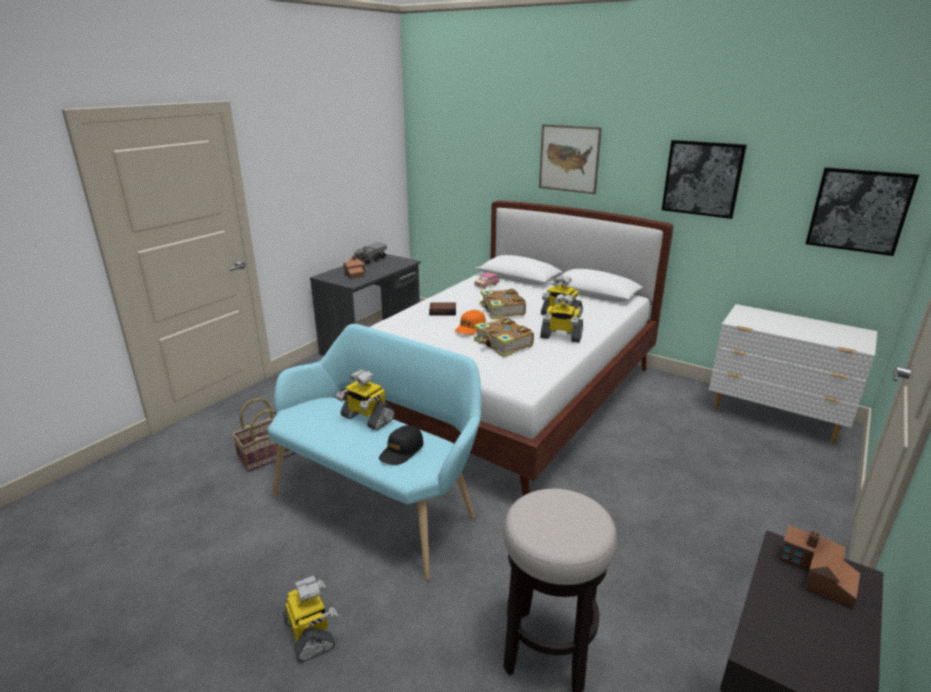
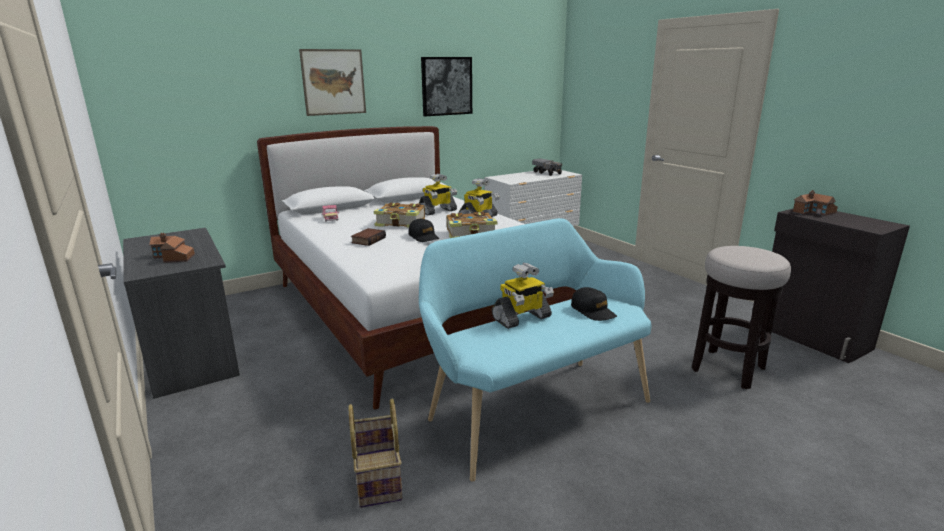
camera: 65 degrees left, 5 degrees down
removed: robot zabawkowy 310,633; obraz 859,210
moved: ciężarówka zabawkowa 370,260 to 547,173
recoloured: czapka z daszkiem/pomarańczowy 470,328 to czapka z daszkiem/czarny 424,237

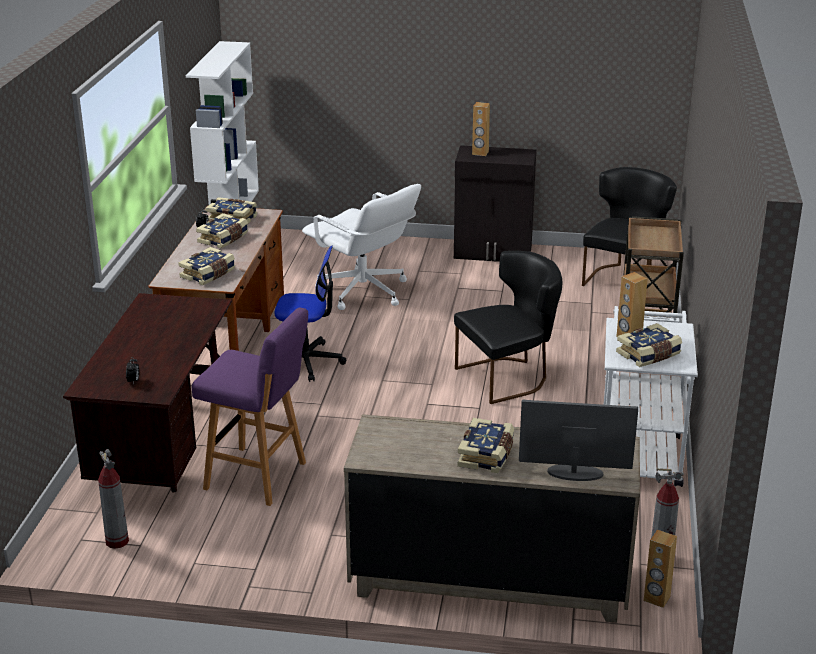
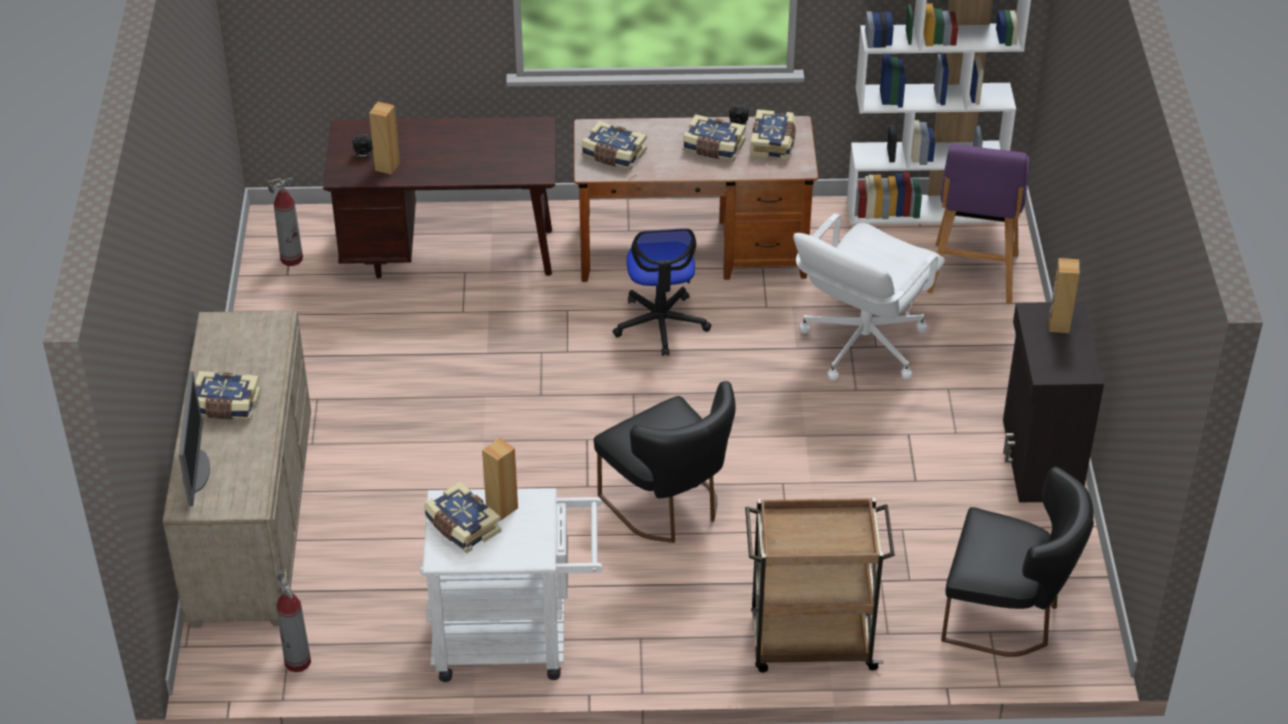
camera: 80 degrees right, 15 degrees up
moved: stołek/fioletowy 258,477 to 972,276; głośnik/brązowy 656,599 to 387,166

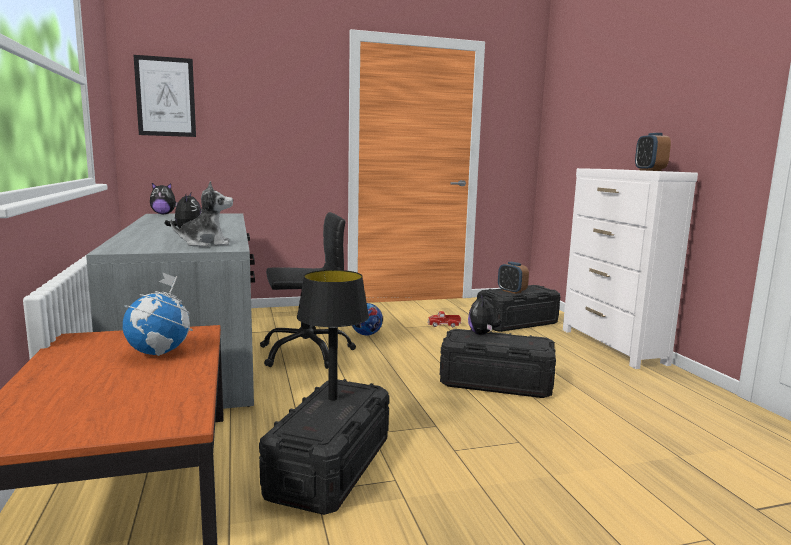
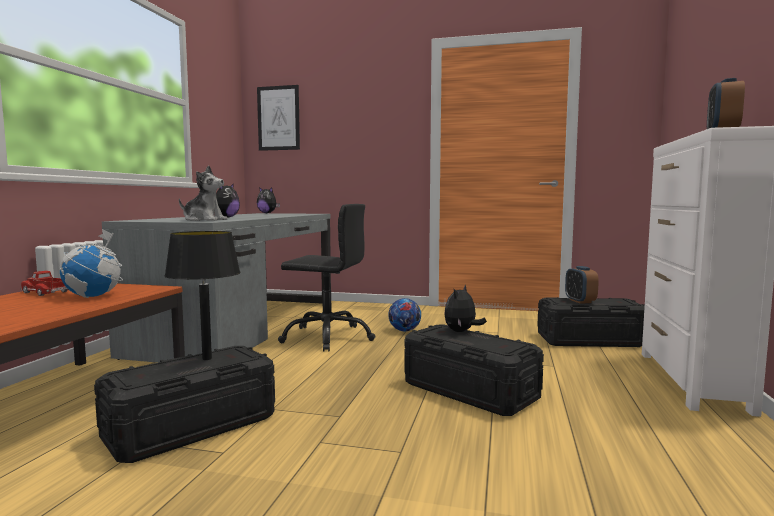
camera: 30 degrees right, 5 degrees down
moved: ciężarówka zabawkowa 444,325 to 45,293

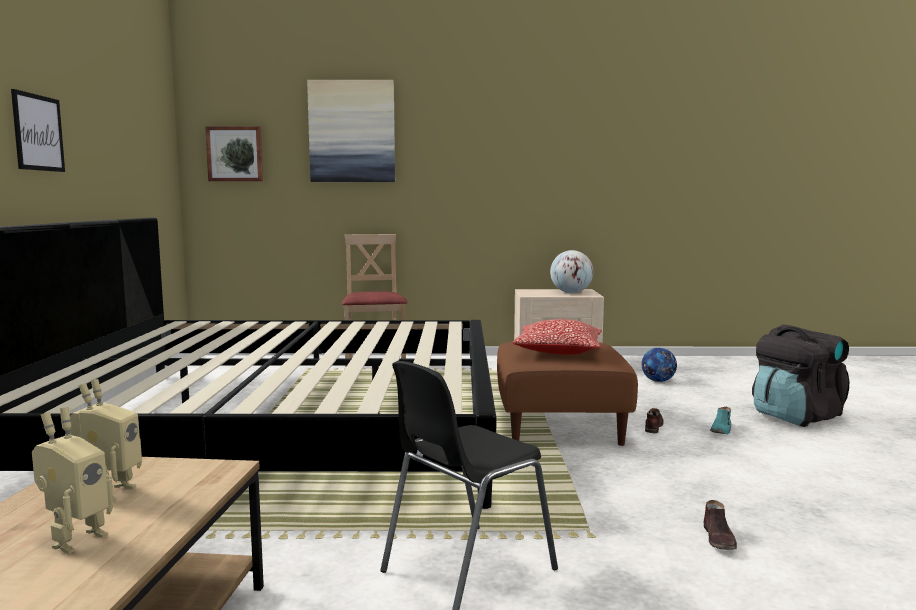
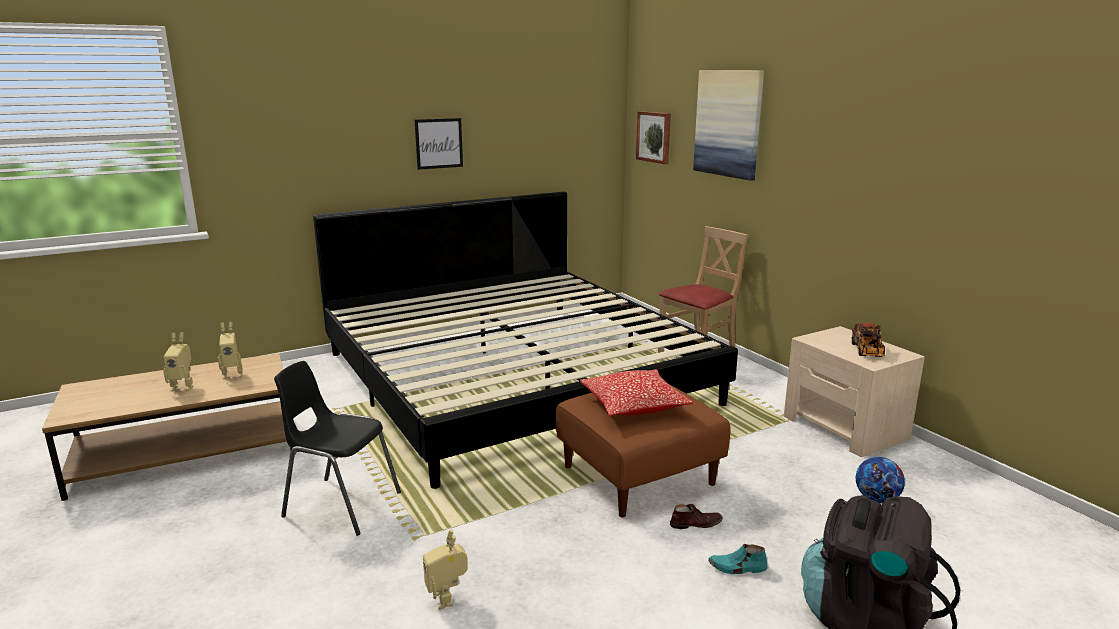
camera: 60 degrees right, 10 degrees up
replaced: globus 571,293 to ciężarówka zabawkowa 867,352; but/brązowy 719,539 to robot zabawkowy 447,598

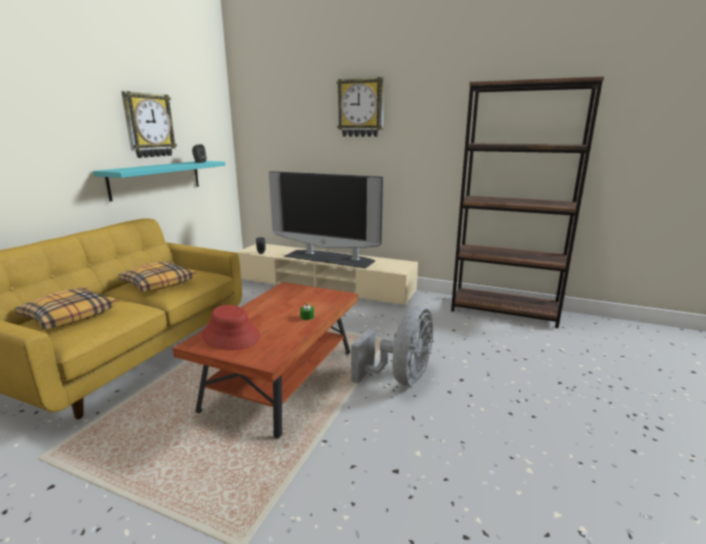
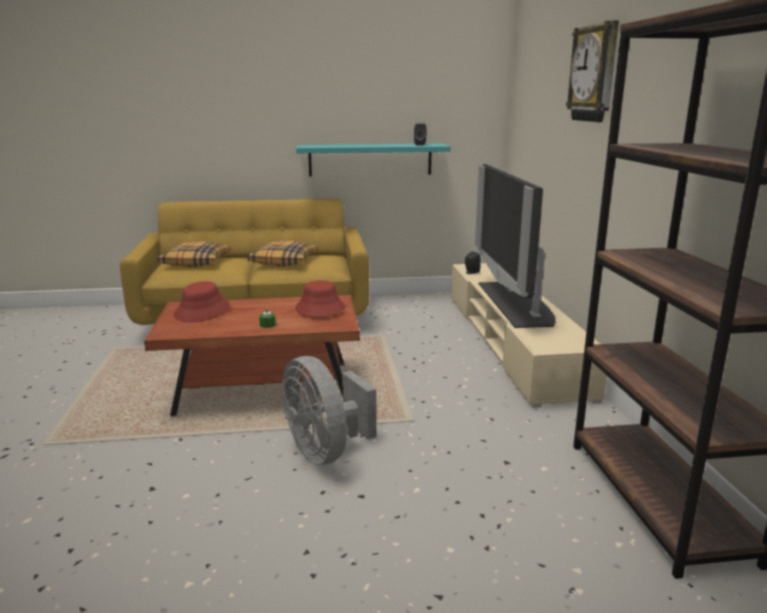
camera: 60 degrees right, 0 degrees up
removed: zegar ścienny 149,125
added: kapelusz/czerwony 320,309
turned: wentylator/szary 401,378 = 325,451 60 degrees clockwise

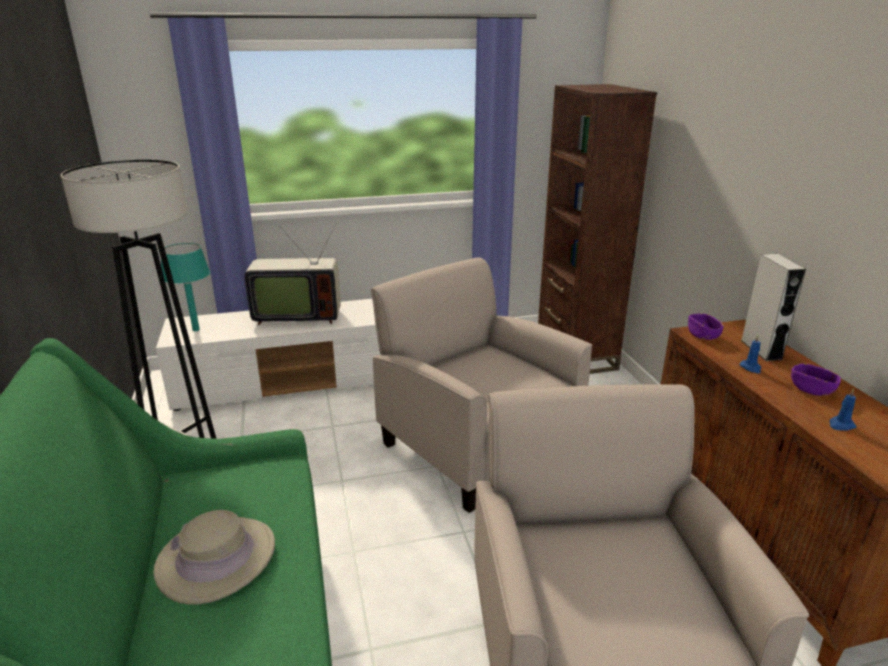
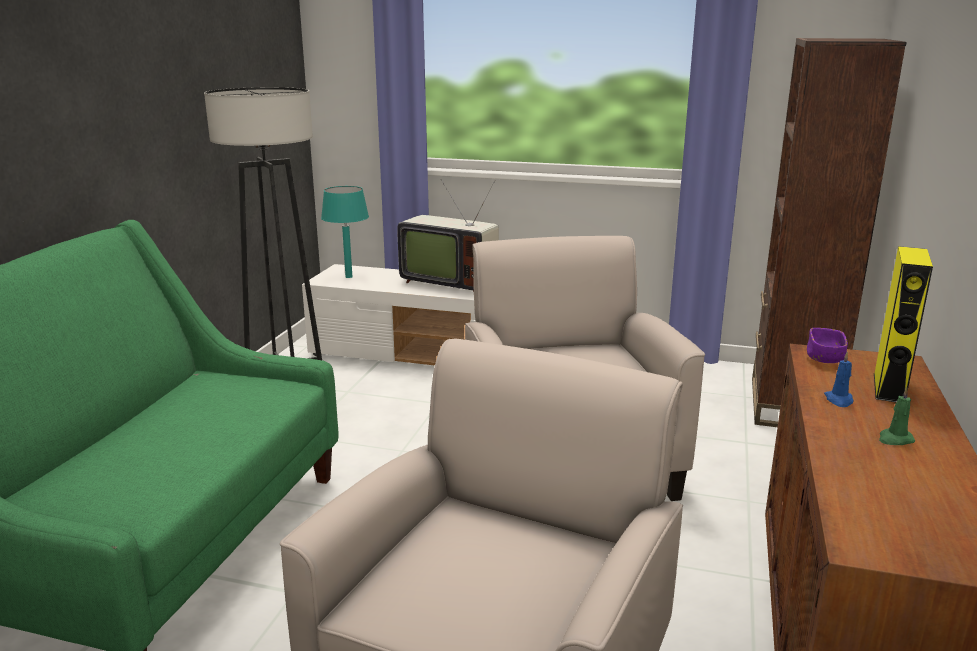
camera: 30 degrees right, 5 degrees down
removed: kapelusz/beżowy 217,559; świeca/niebieski 841,425
replaced: miska/fioletowy 811,389 to świeca/zielony 895,439
recoloured: głośnik/szary 761,349 to głośnik/żółty 889,388

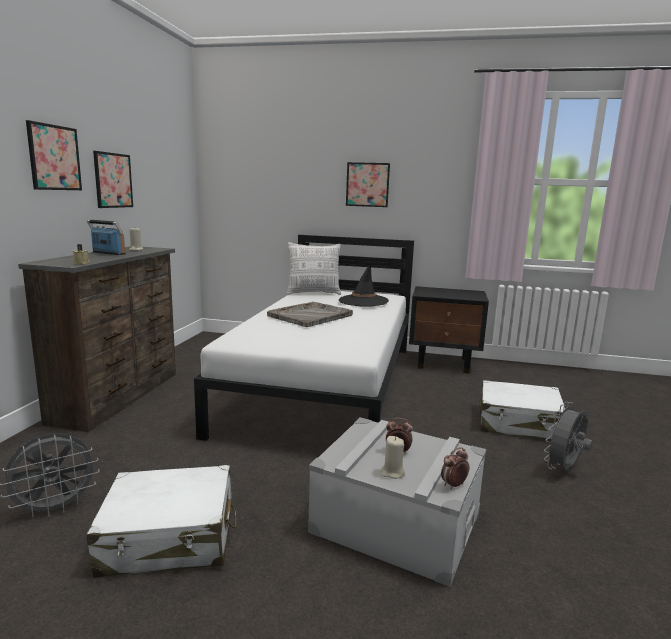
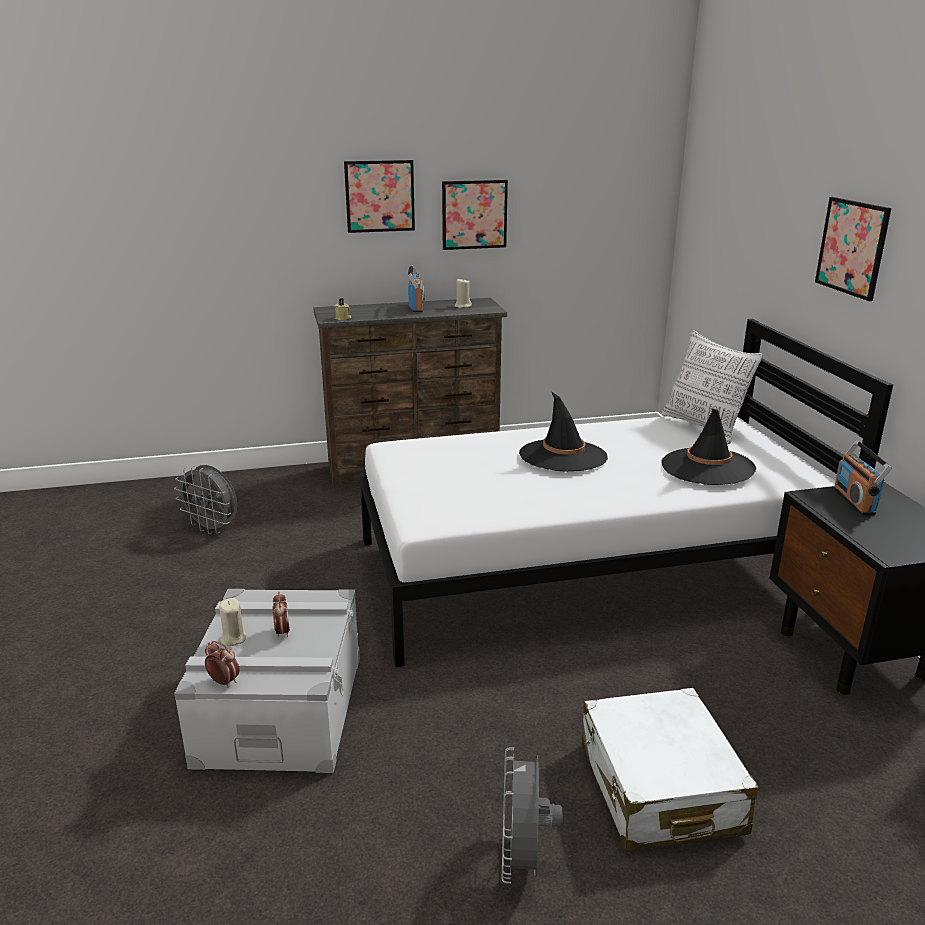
camera: 65 degrees right, 10 degrees up
removed: walizka/biały 169,538
added: radio 854,501
replaced: taca/szary 311,315 to kapelusz/czarny 563,456
turned: wentylator/szary 564,469 = 522,860 105 degrees counterclockwise

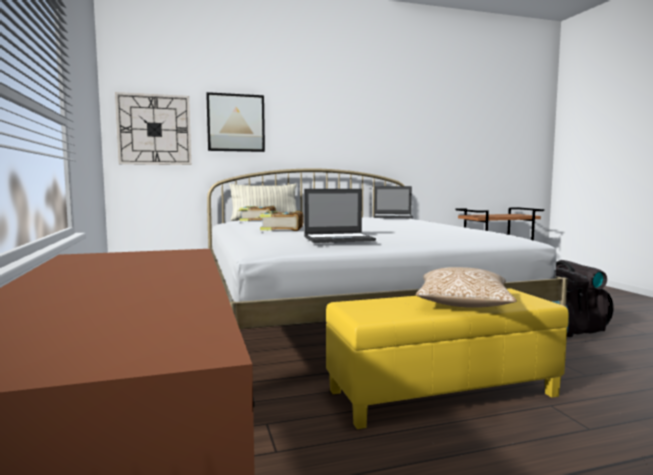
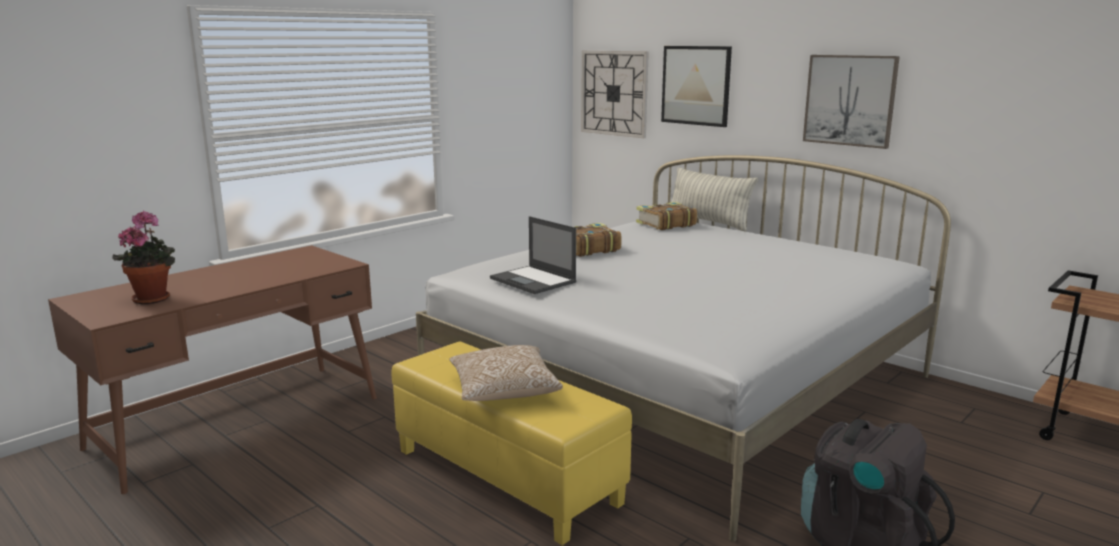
camera: 60 degrees right, 10 degrees up
removed: laptop 393,217
added: roślina doniczkowa 153,298; obraz 850,100

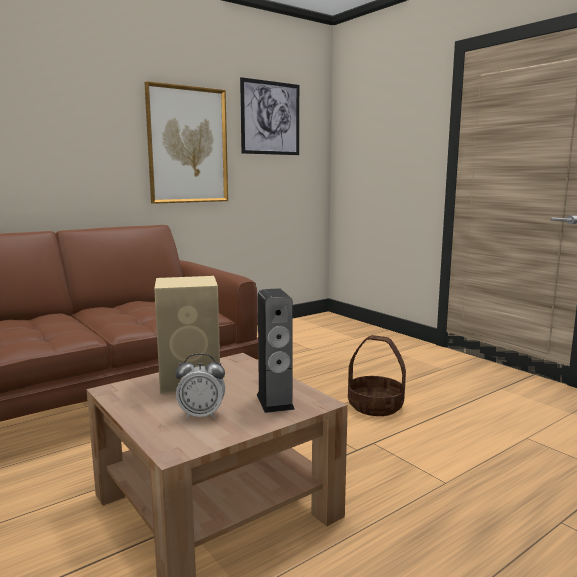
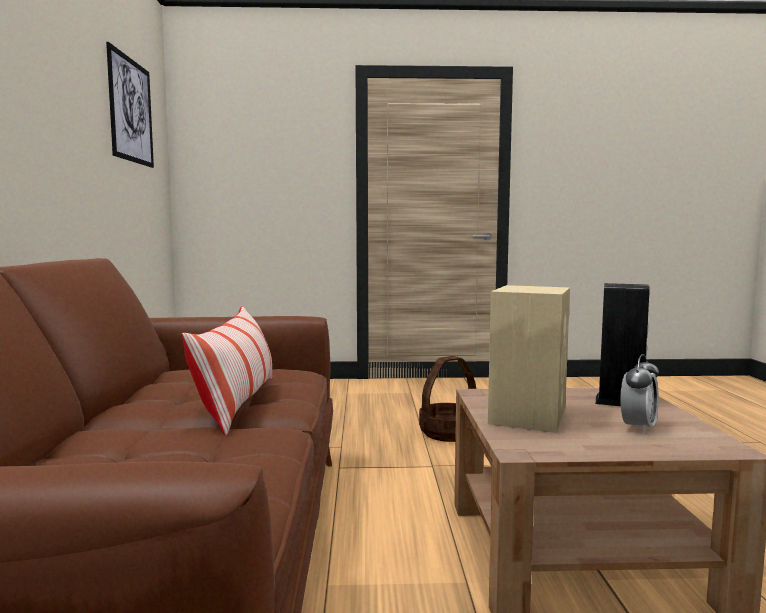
camera: 55 degrees left, 5 degrees down
removed: obraz 187,145
added: poduszka 237,403

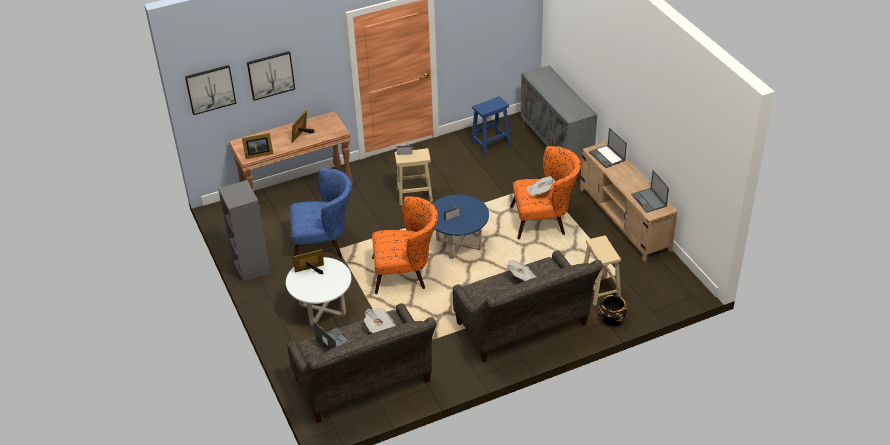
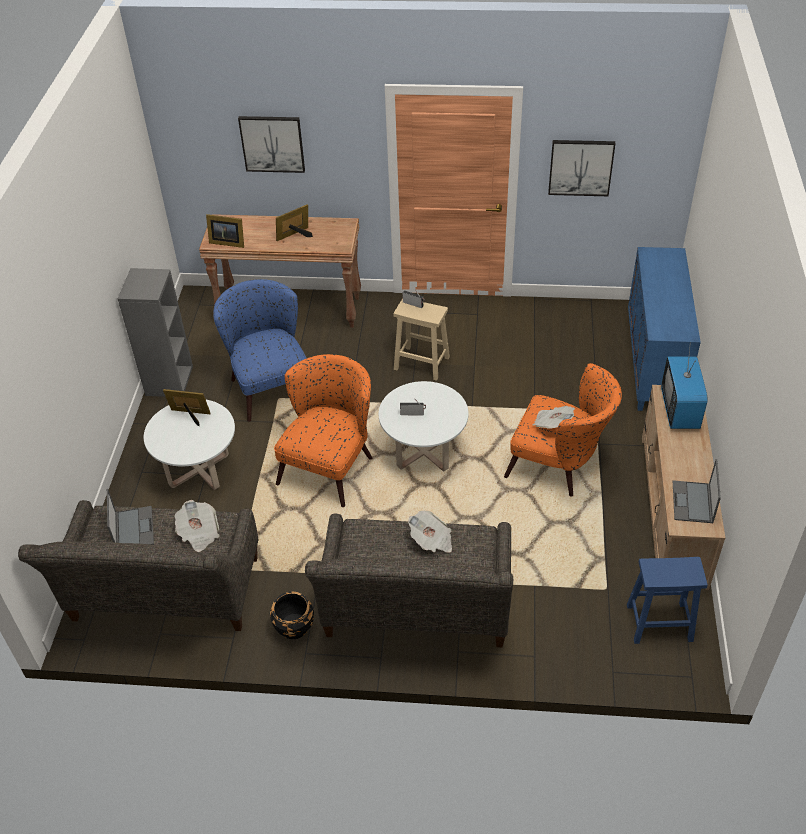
camera: 30 degrees right, 5 degrees up
removed: stołek/beżowy 600,290
moved: obraz 210,89 to 581,167; stołek/niebieski 491,144 to 660,622; donica/czarny 611,320 to 294,627
replaced: laptop 607,156 to telewizor 680,410
recoloured: ława/niebieski 458,244 to ława/biały 424,452; szafka/szary 556,145 to szafka/niebieski 654,364
turned: fotel/niebieski 324,243 = 269,384 135 degrees counterclockwise; fotel/pomarańczowy 406,273 = 331,464 90 degrees counterclockwise

